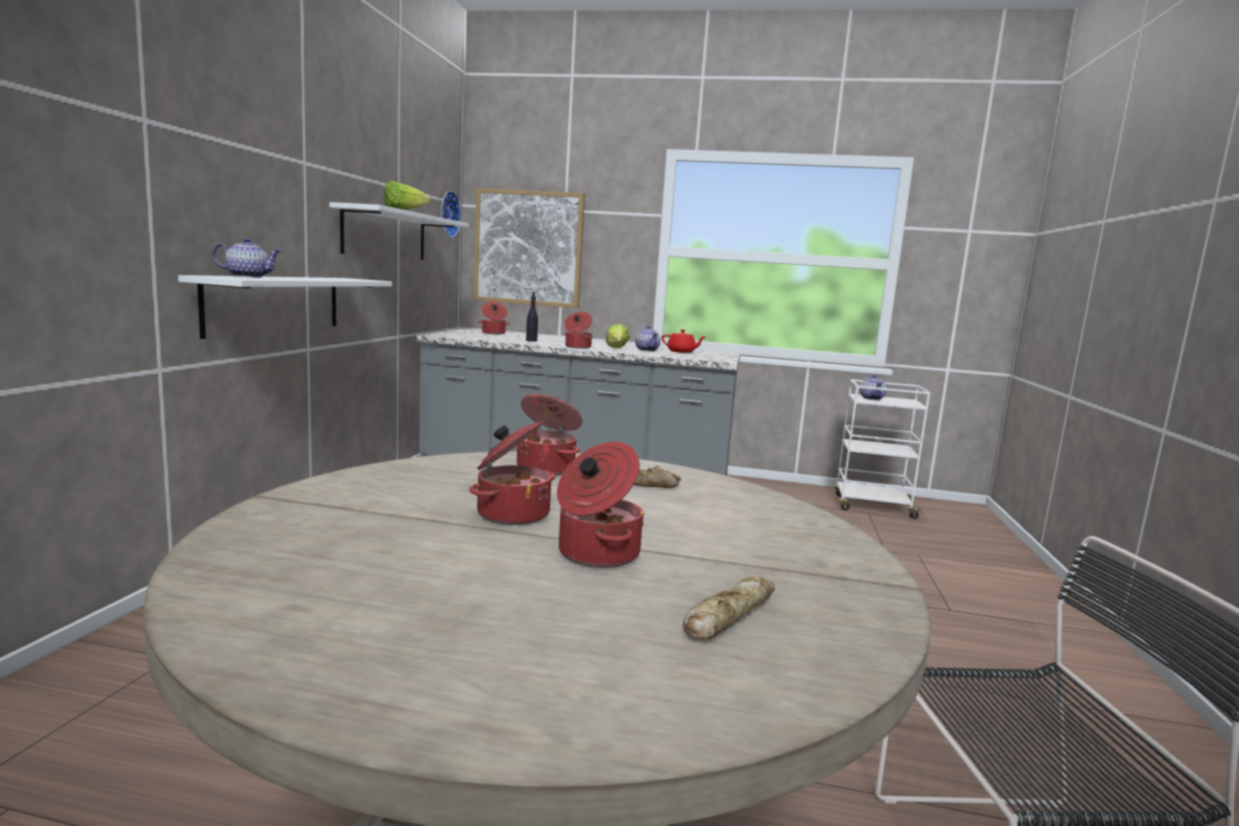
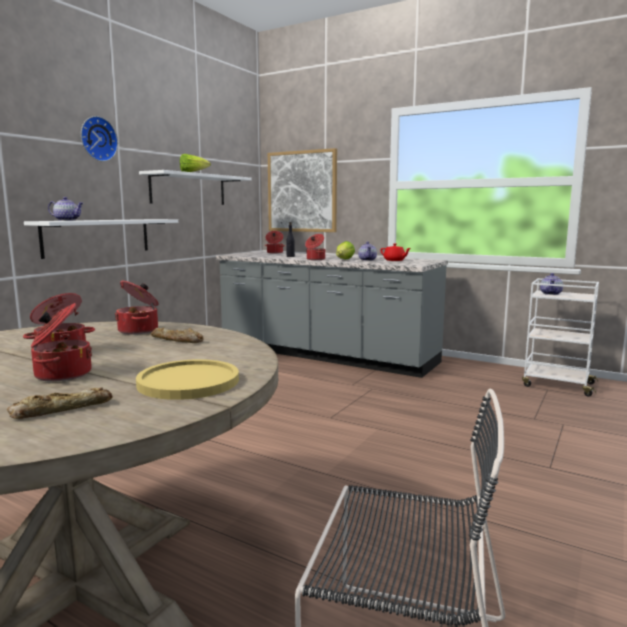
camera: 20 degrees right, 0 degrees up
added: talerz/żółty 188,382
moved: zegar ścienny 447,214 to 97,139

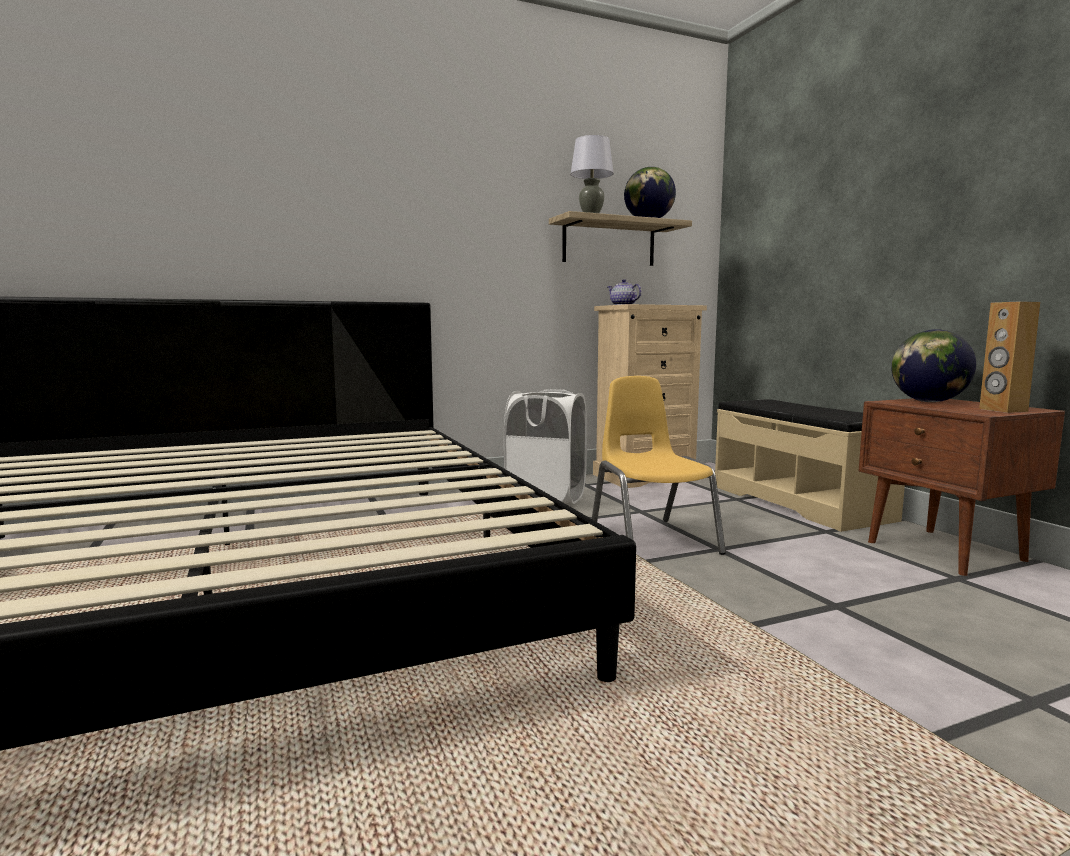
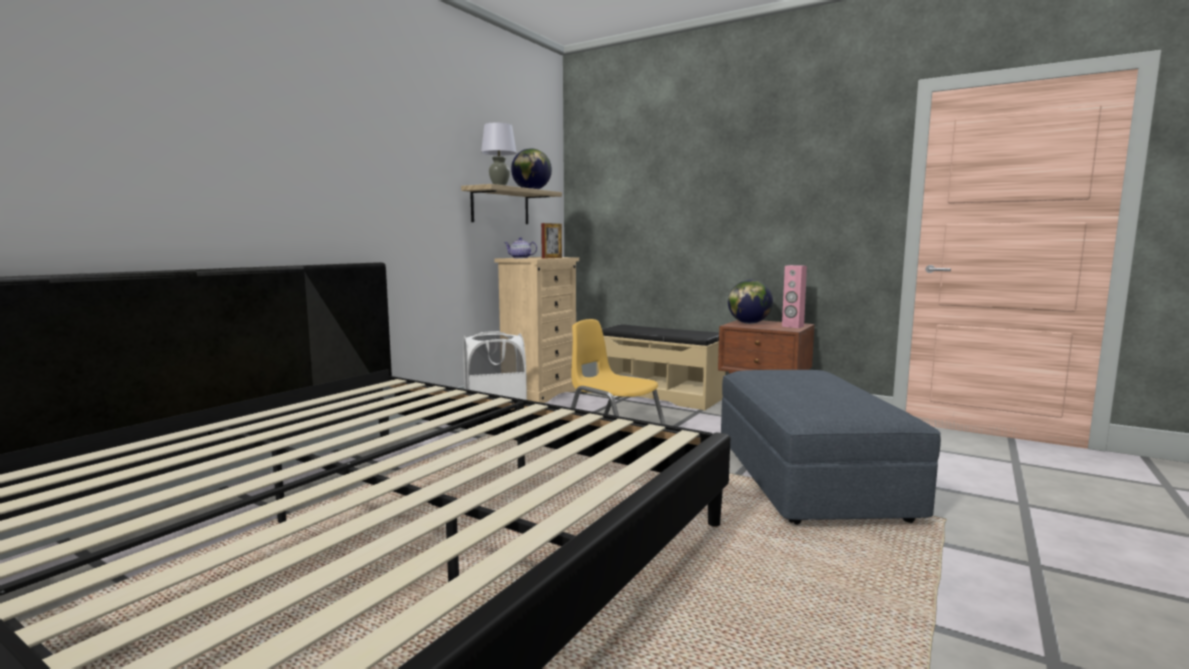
camera: 35 degrees left, 0 degrees up
added: ramka na zdjęcie 552,258; pufa/szary 808,478
recoloured: głośnik/brązowy 1002,410 to głośnik/różowy 792,326

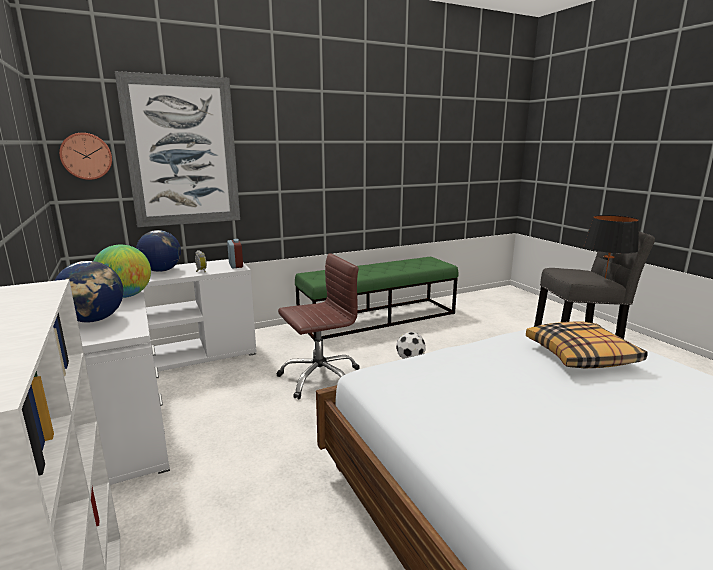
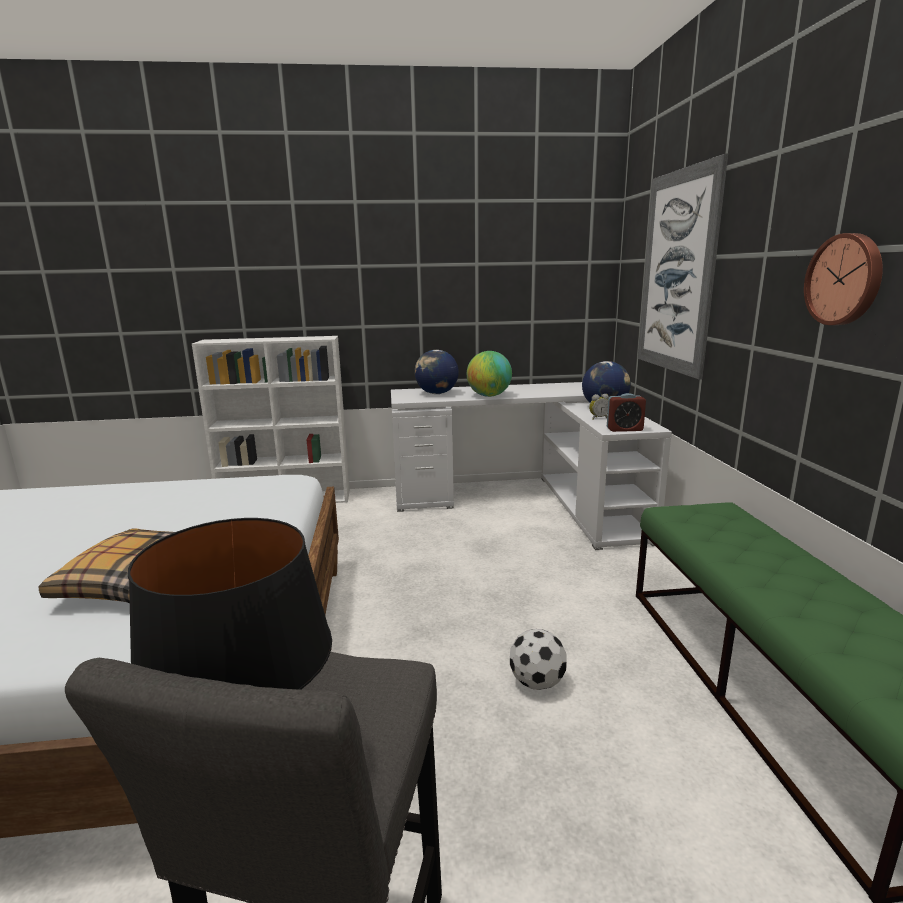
camera: 110 degrees right, 0 degrees up
removed: krzesło biurowe/brązowy 320,378
moved: zegar ścienny 86,156 to 845,280

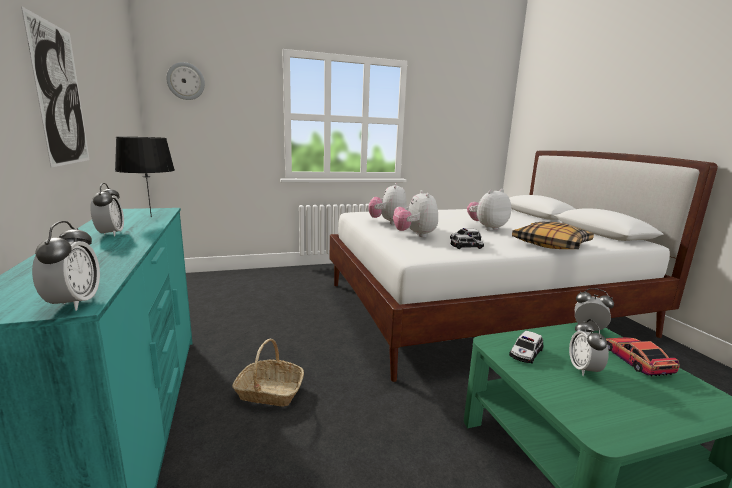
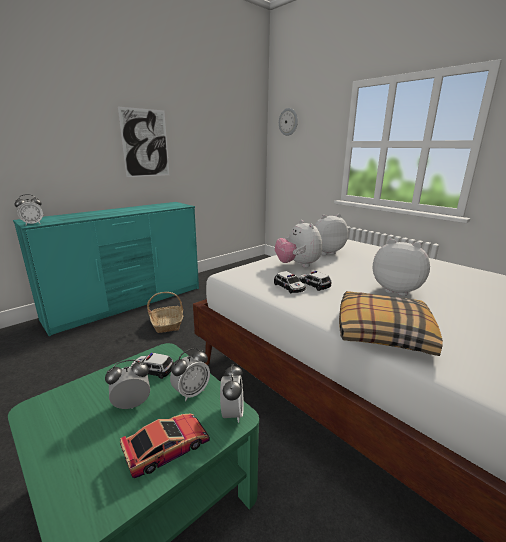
camera: 65 degrees right, 5 degrees up
removed: lampa stołowa/czarny 151,217
moved: budzik 110,234 to 191,392
turned: pluszak 415,235 = 297,265 75 degrees counterclockwise

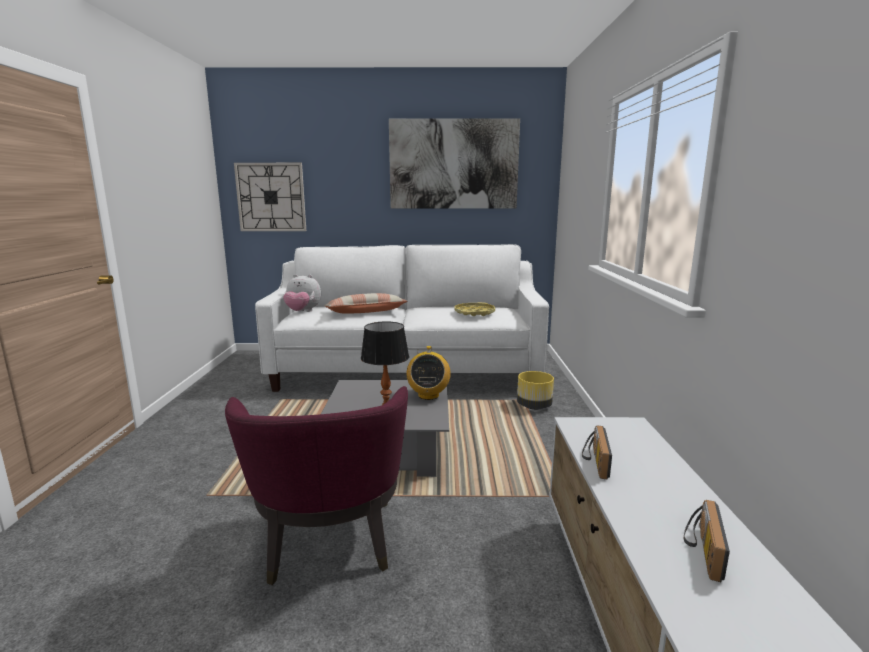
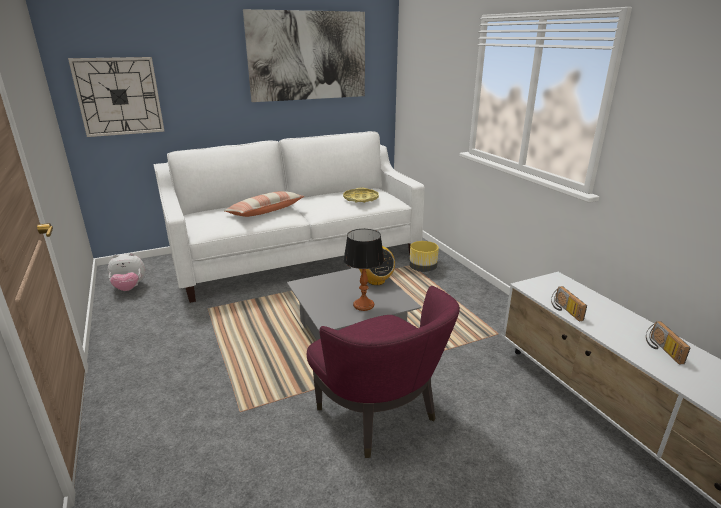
camera: 25 degrees left, 10 degrees up
moved: pluszak 302,312 to 129,288

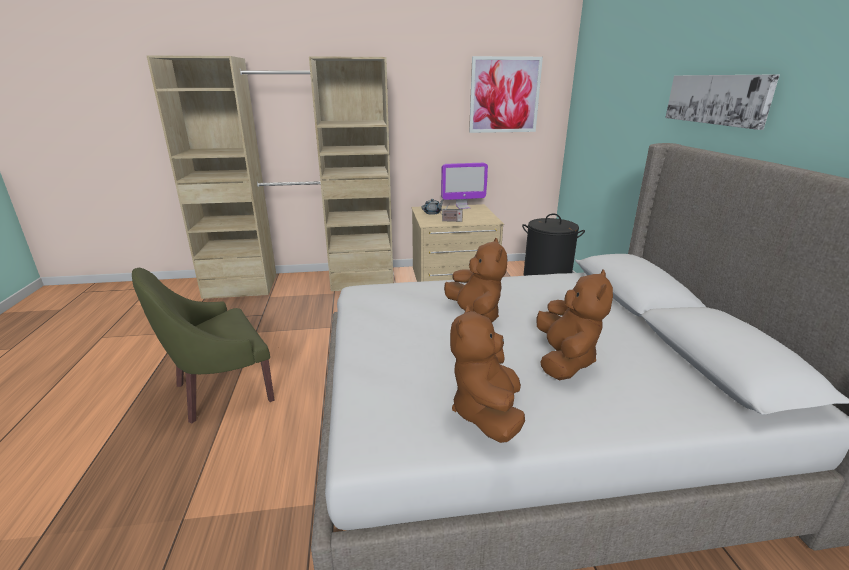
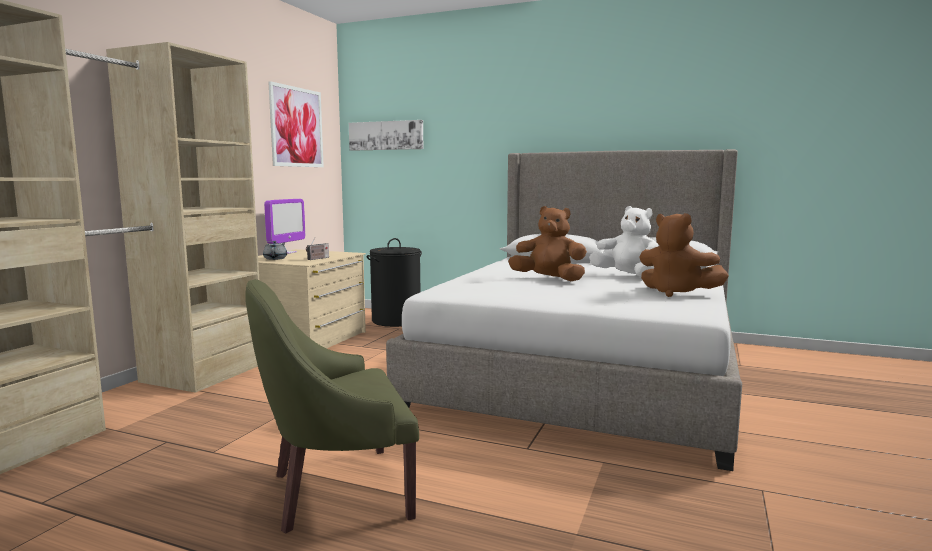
camera: 60 degrees left, 15 degrees down
moved: obraz 716,99 to 386,135
recoloured: pluszak/brązowy 565,360 to pluszak/biały 628,276
turned: fotel/zielony 221,390 = 337,491 75 degrees clockwise

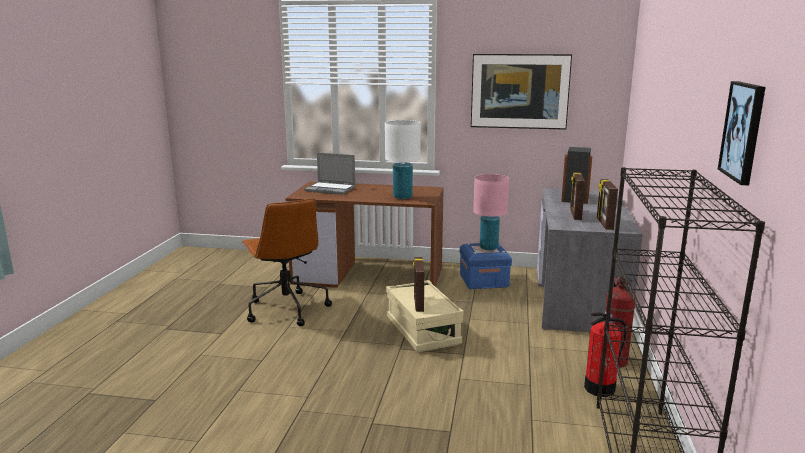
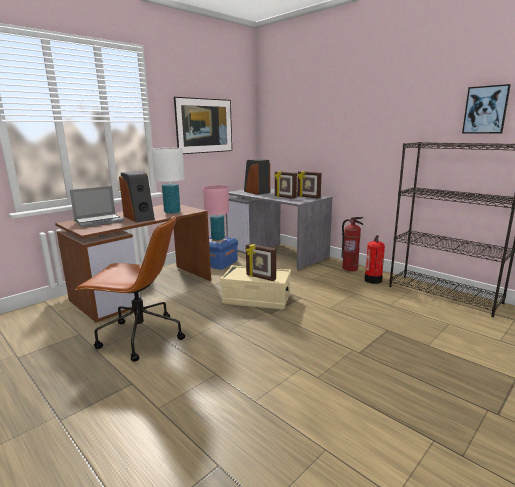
camera: 55 degrees left, 0 degrees up
added: głośnik 139,217

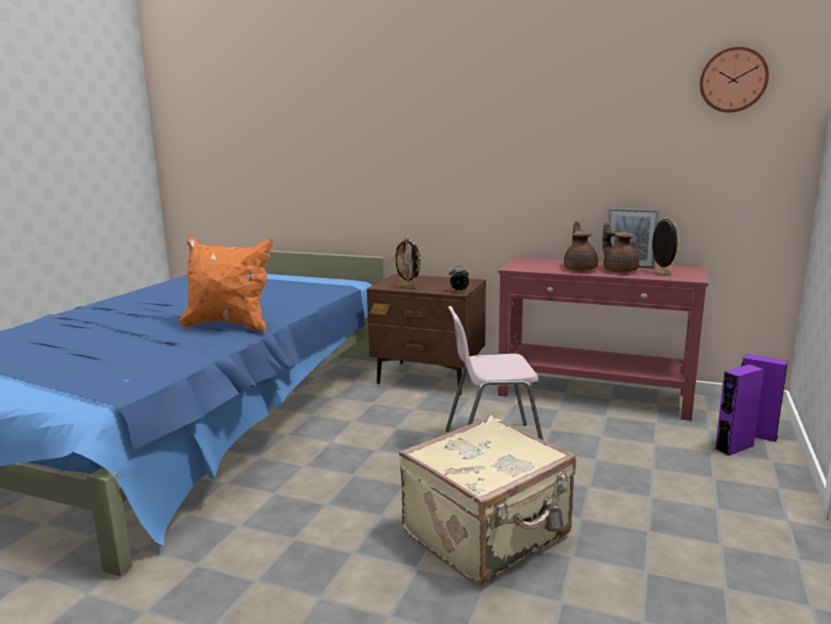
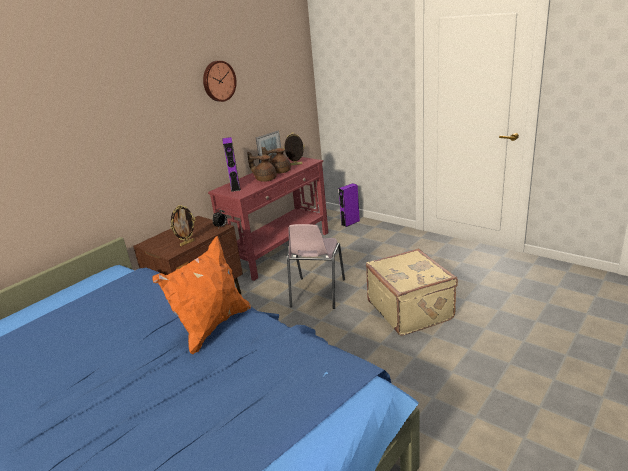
camera: 70 degrees left, 10 degrees up
moved: zegar ścienny 733,80 to 218,81; głośnik/fioletowy 734,447 to 235,187

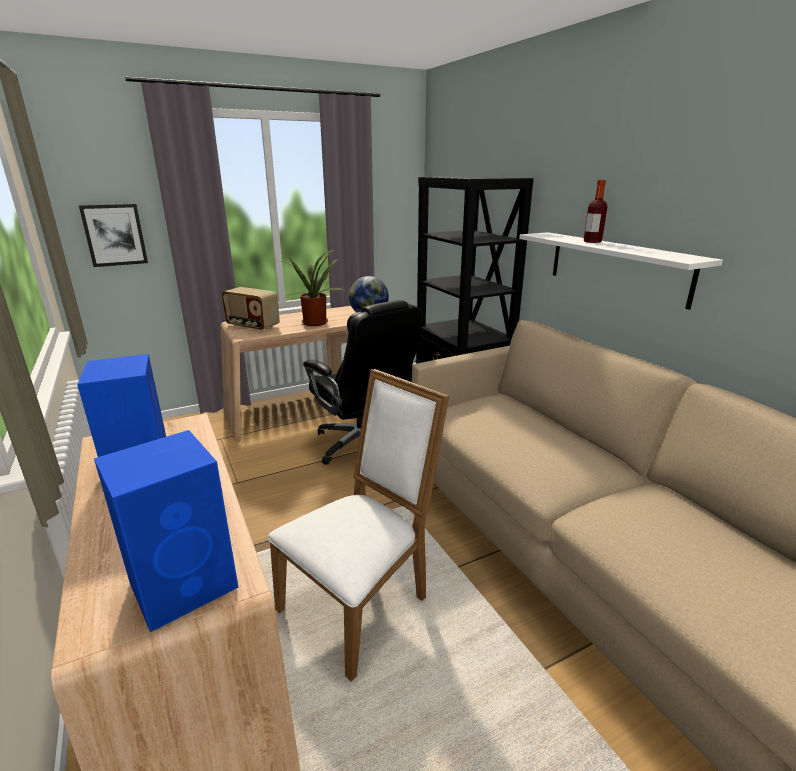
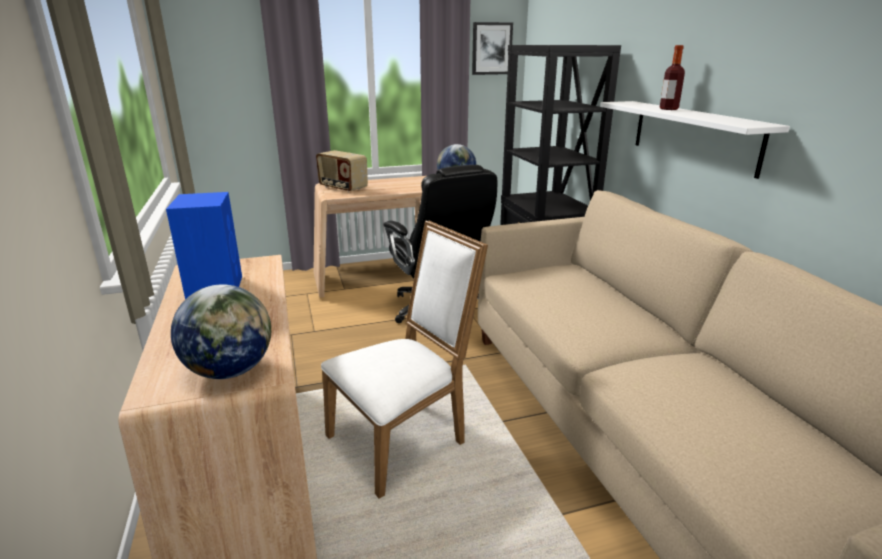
camera: 10 degrees right, 0 degrees up
removed: roślina doniczkowa 315,322
moved: obraz 114,235 to 491,48
replaced: głośnik/niebieski 186,584 to globus 230,371

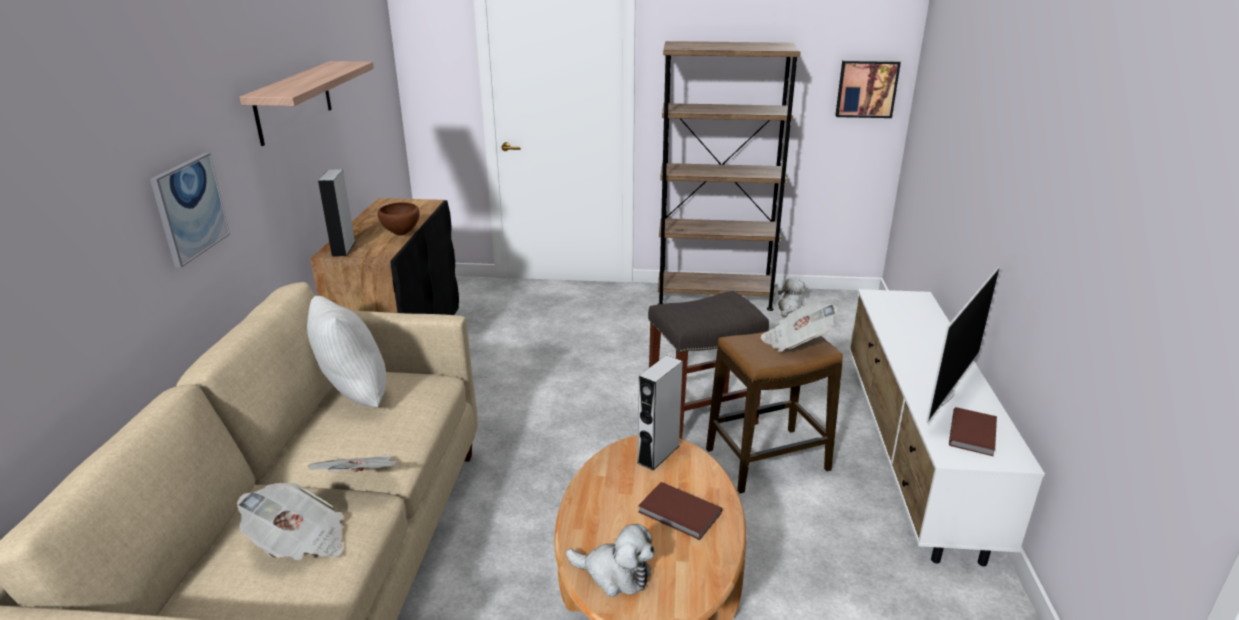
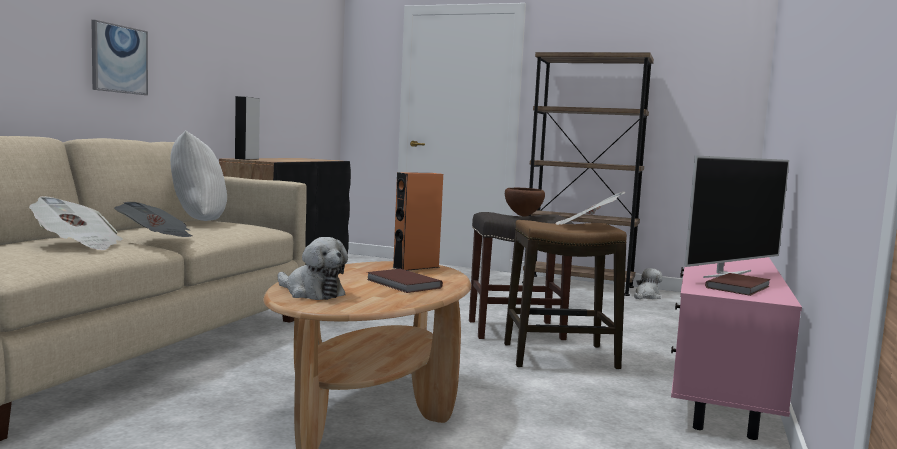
camera: 15 degrees right, 20 degrees down
removed: półka 294,101; obraz 866,88
moved: miska/brązowy 402,234 to 523,216
recoloured: głośnik/szary 658,454 to głośnik/pomarańczowy 416,267; szafka pod telewizor/biały 912,453 to szafka pod telewizor/różowy 717,373

